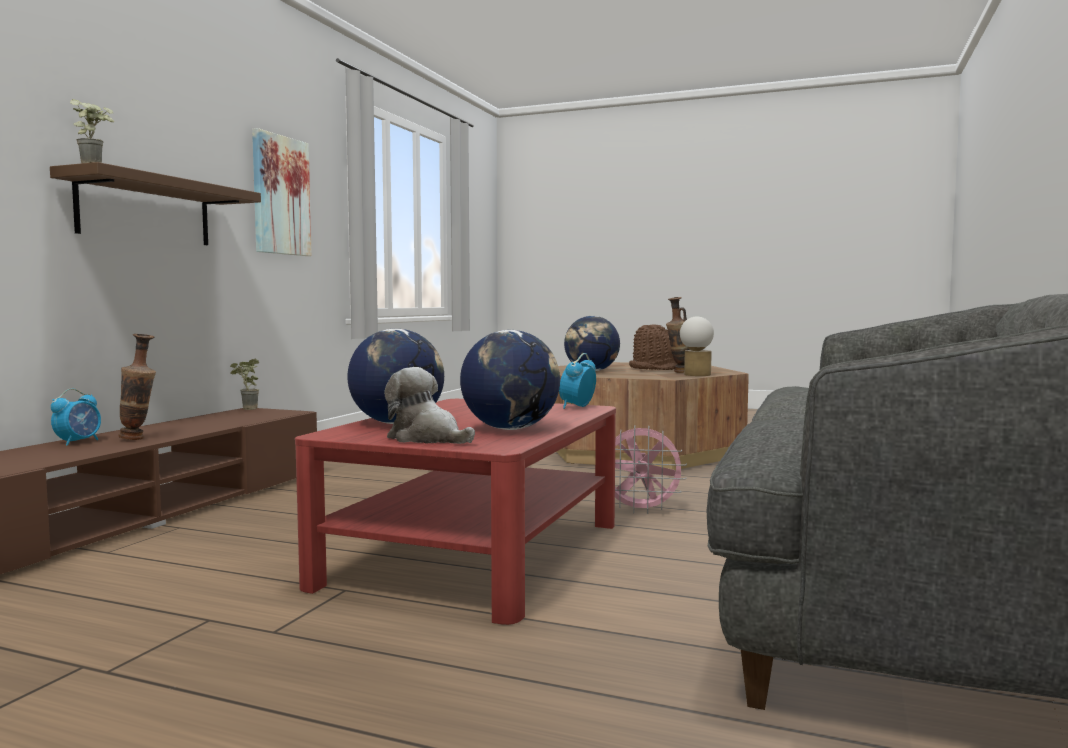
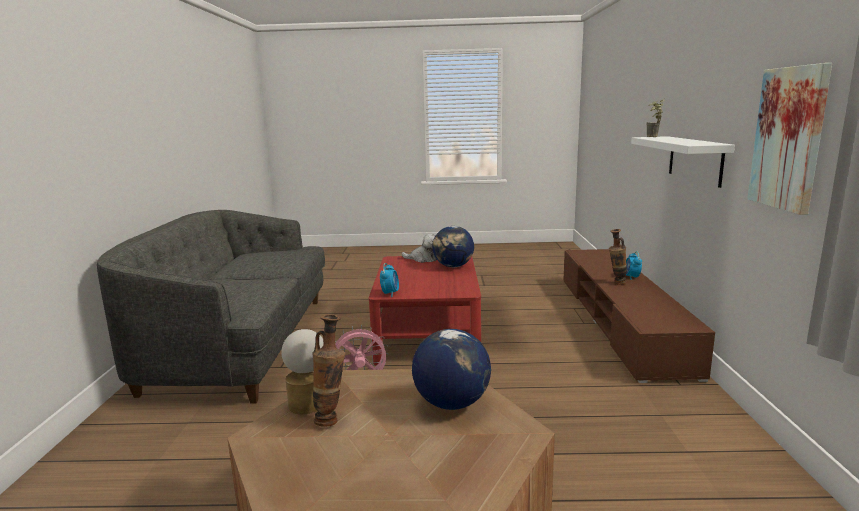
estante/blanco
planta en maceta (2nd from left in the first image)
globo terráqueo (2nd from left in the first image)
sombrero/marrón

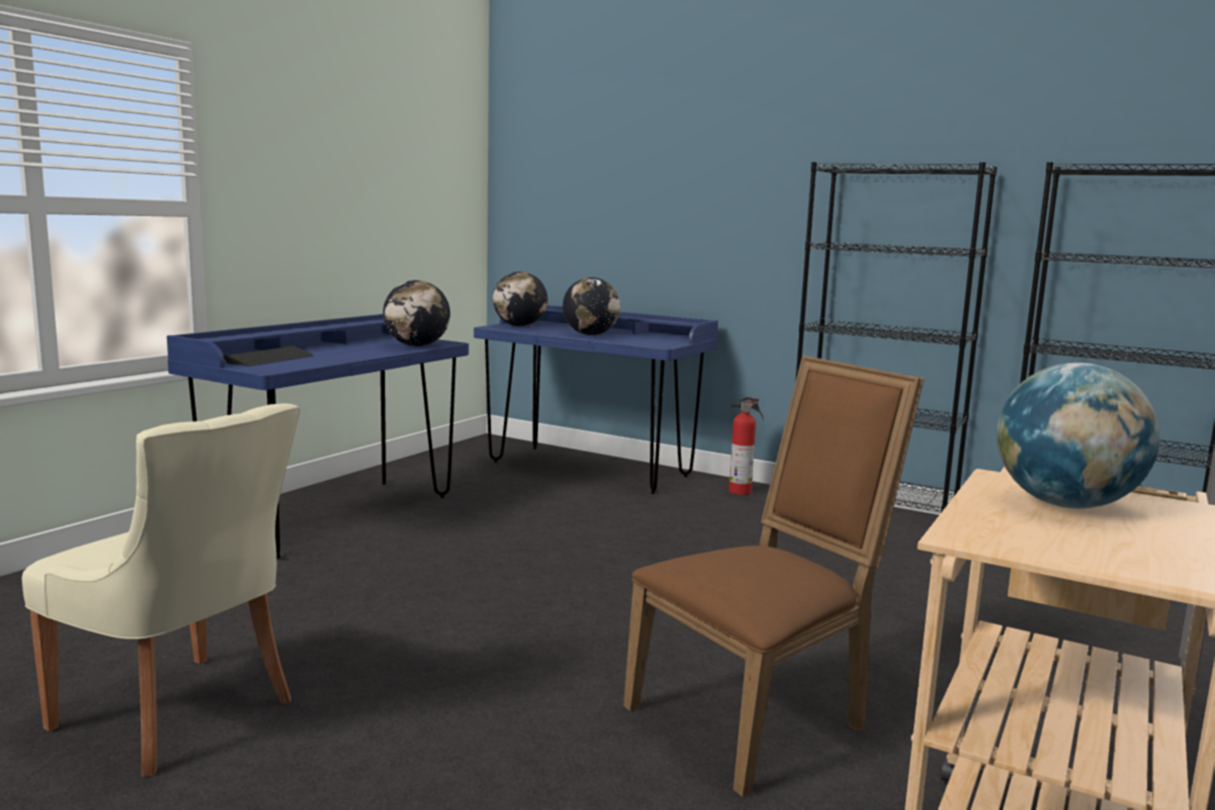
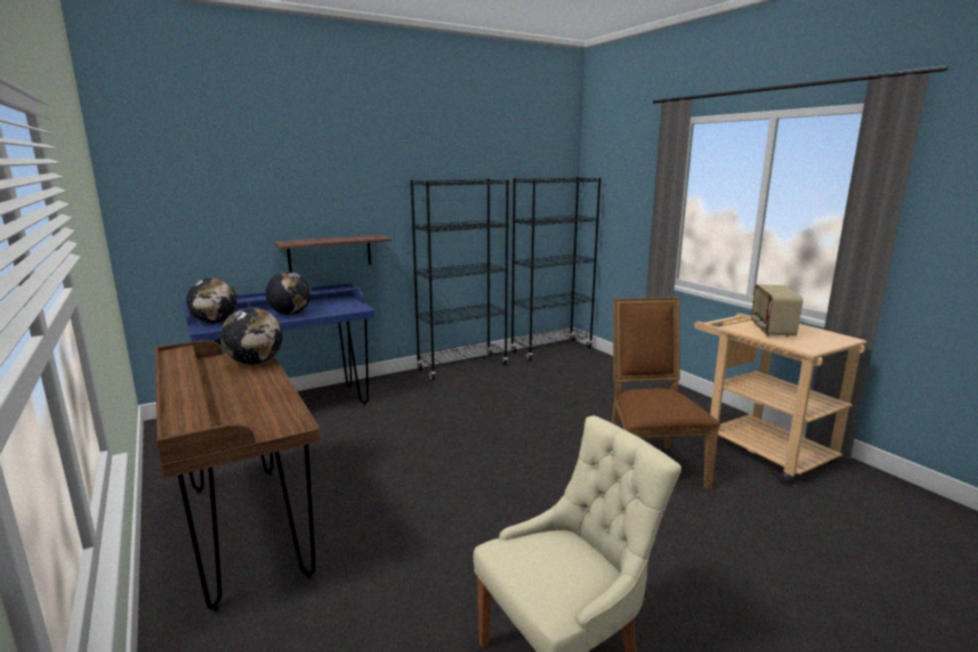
escritorio/marrón
estante
radio
teclado
extintor

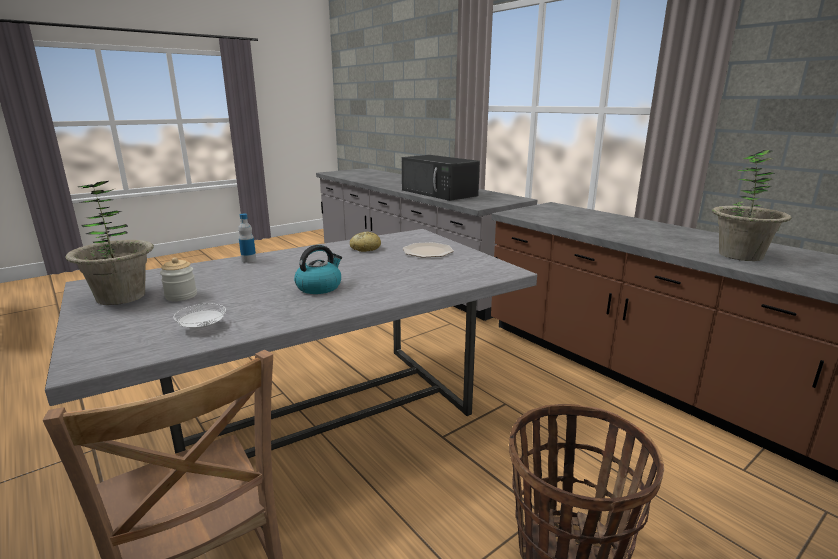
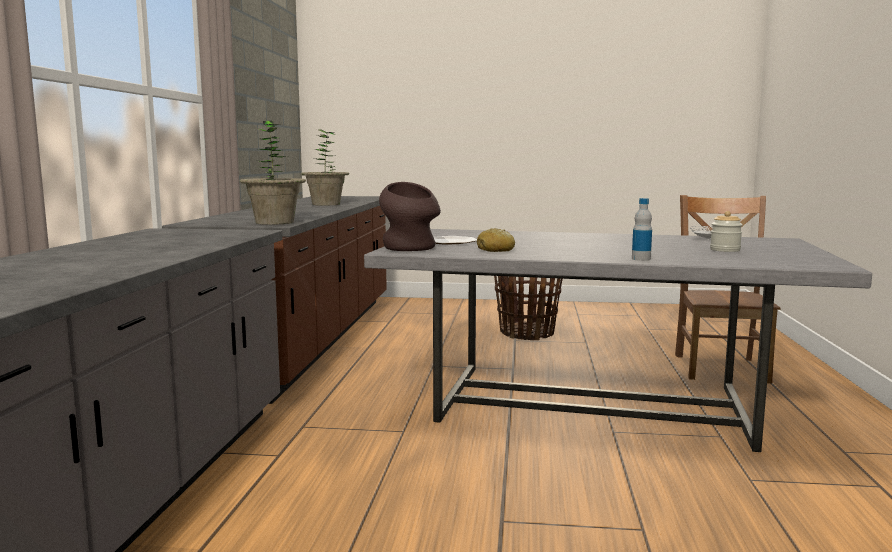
planta en maceta (1st from left)
florero/marrón
hervidor
microondas/negro

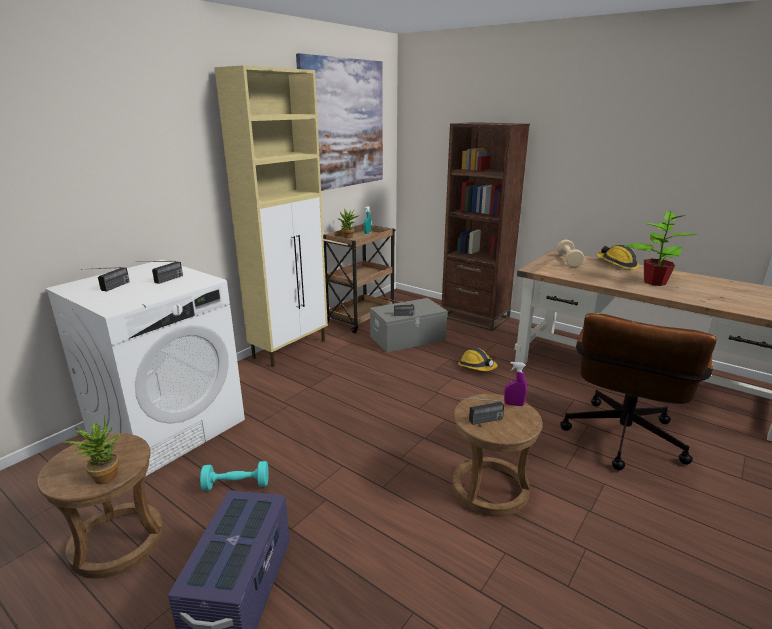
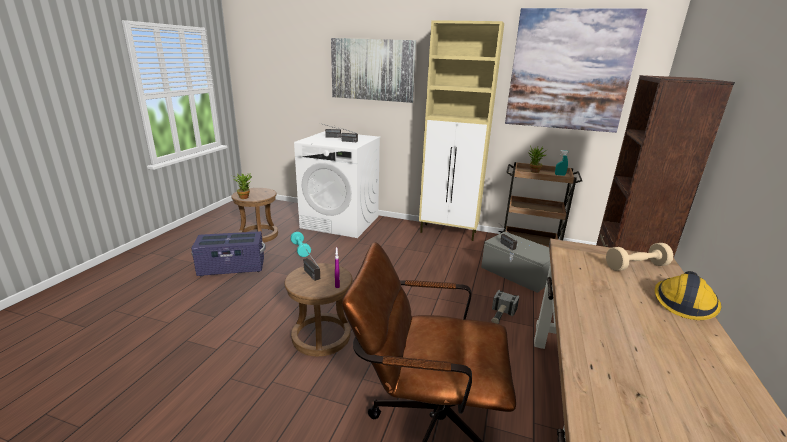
cuadro (1st from left)
martillo
planta en maceta (3rd from left in the first image)

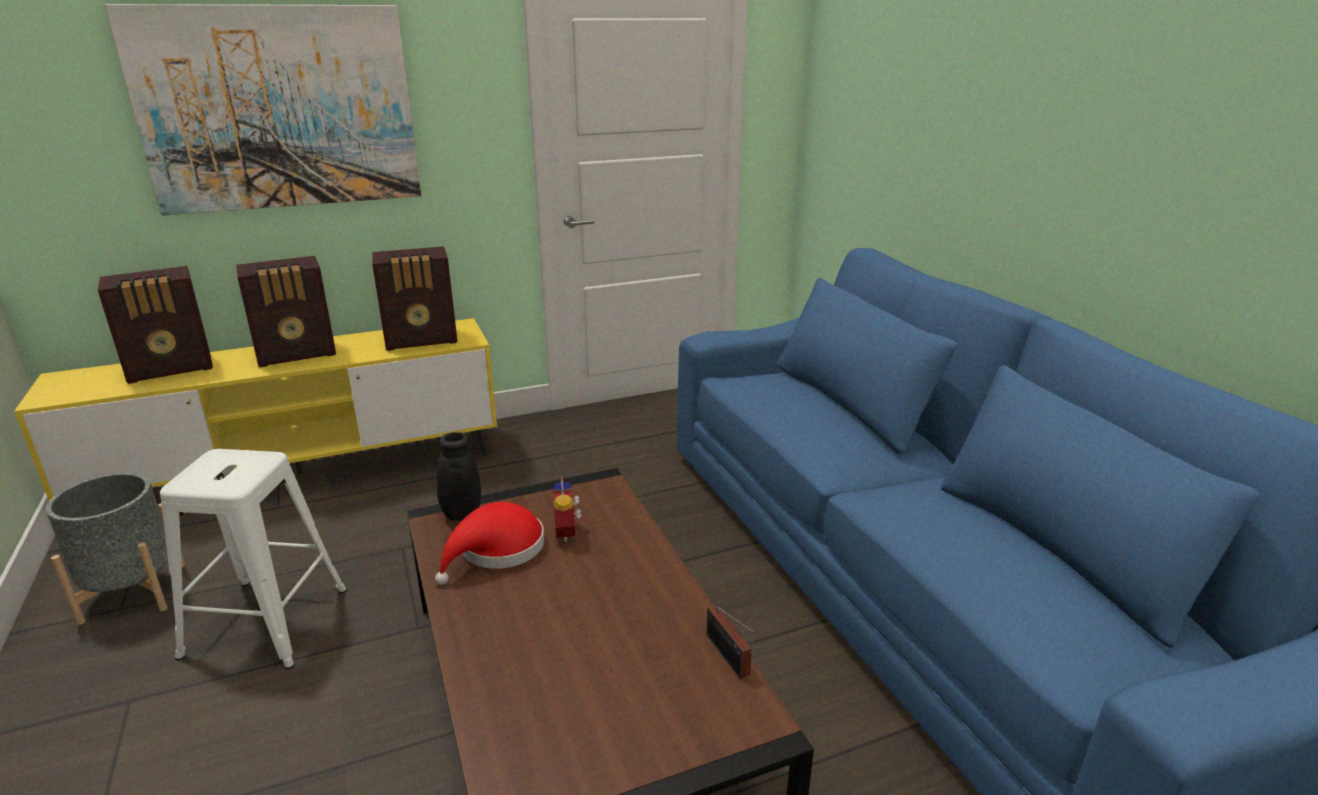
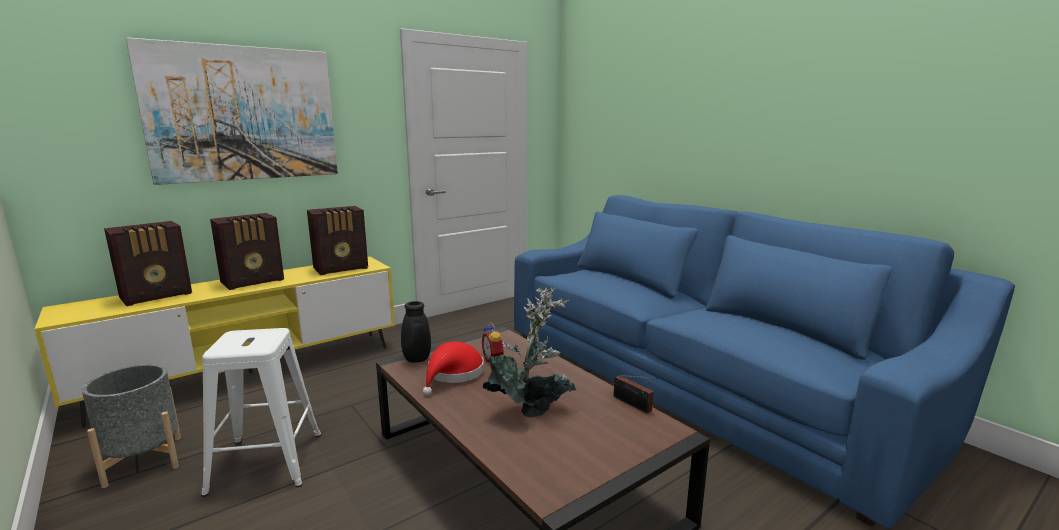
planta en maceta

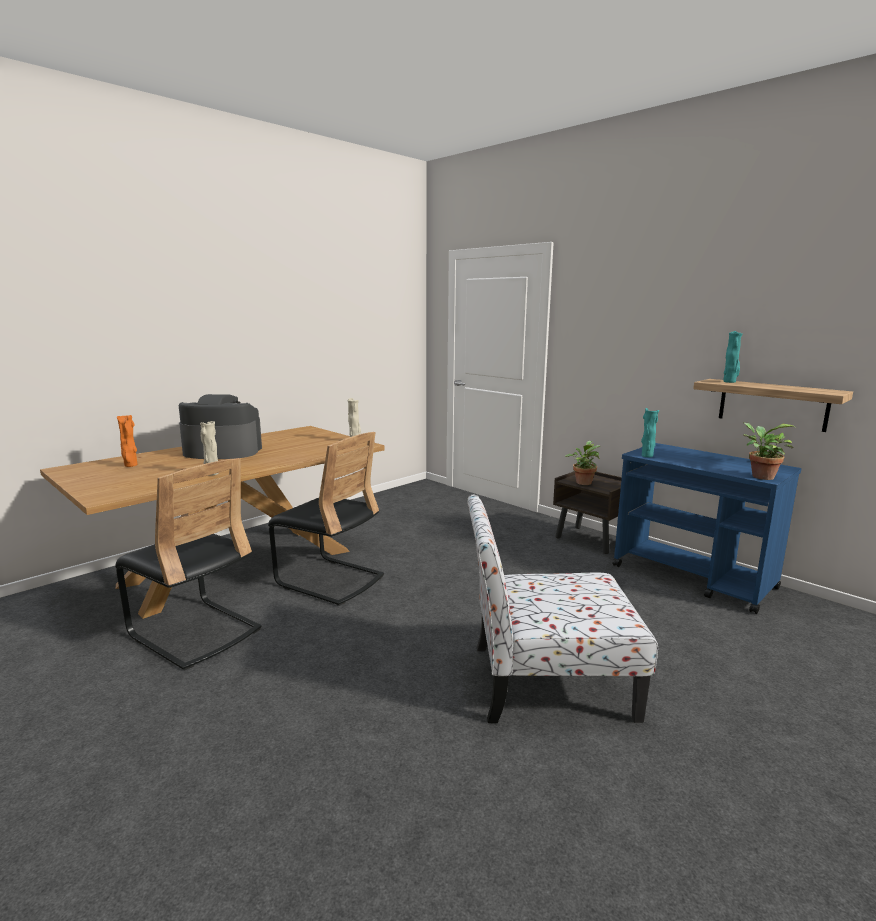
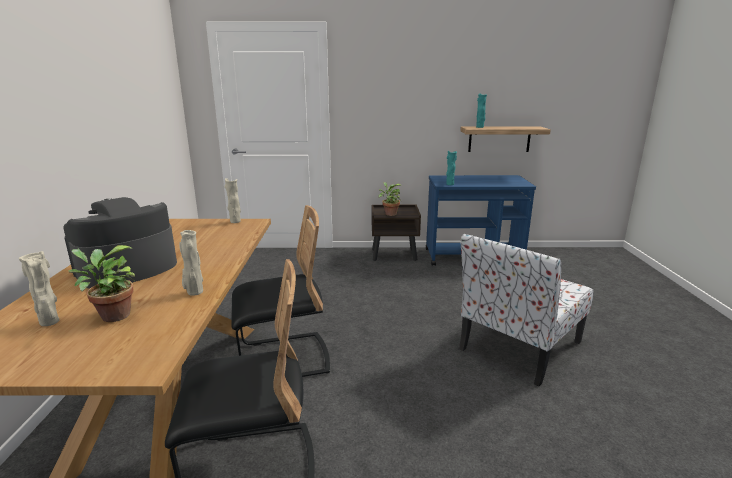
florero/beis (1st from left)
planta en maceta (1st from left)

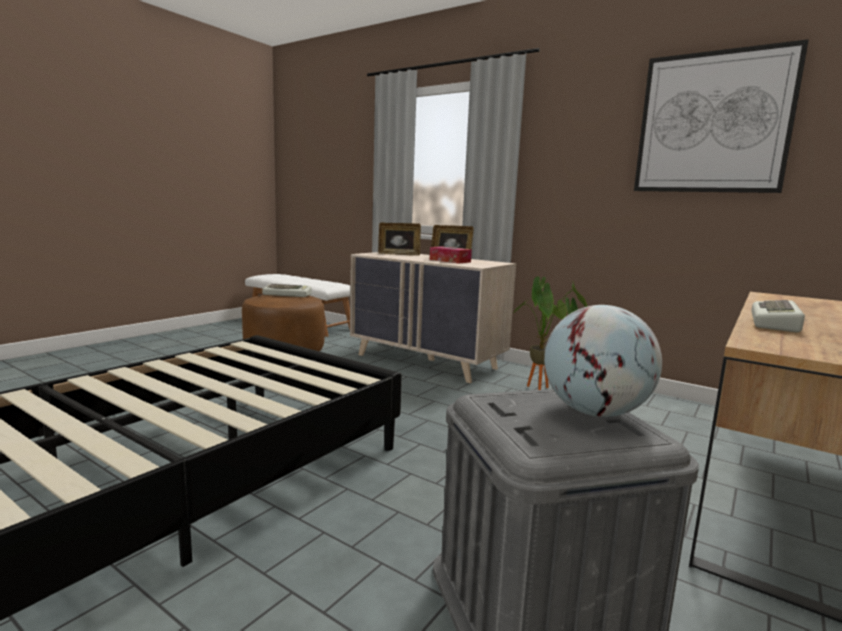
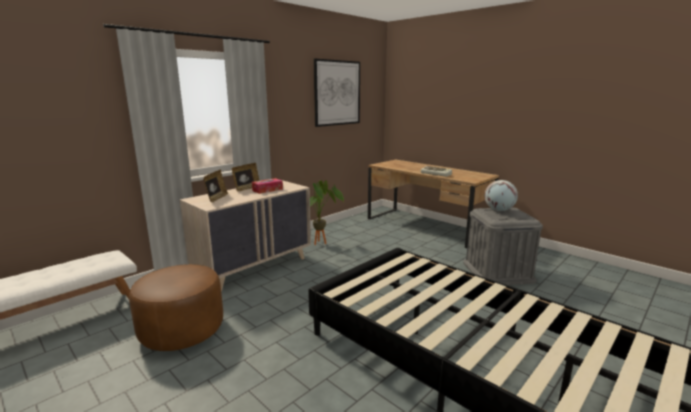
teclado (1st from left in the first image)

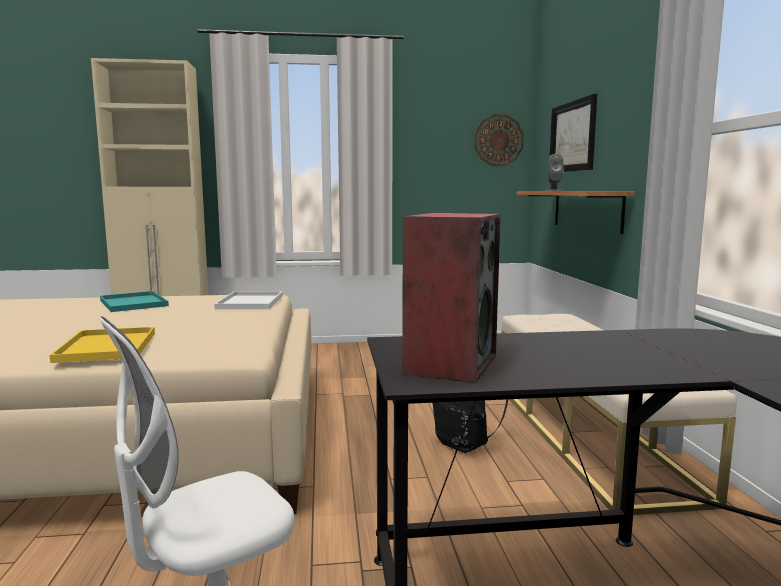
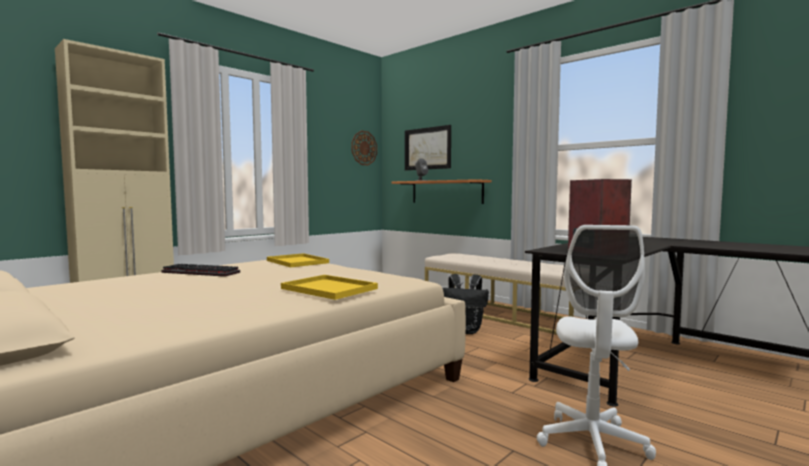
teclado
bandeja/amarillo (1st from left)

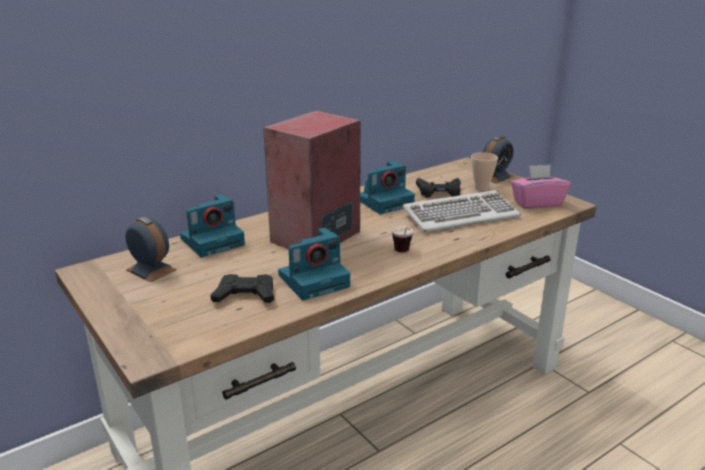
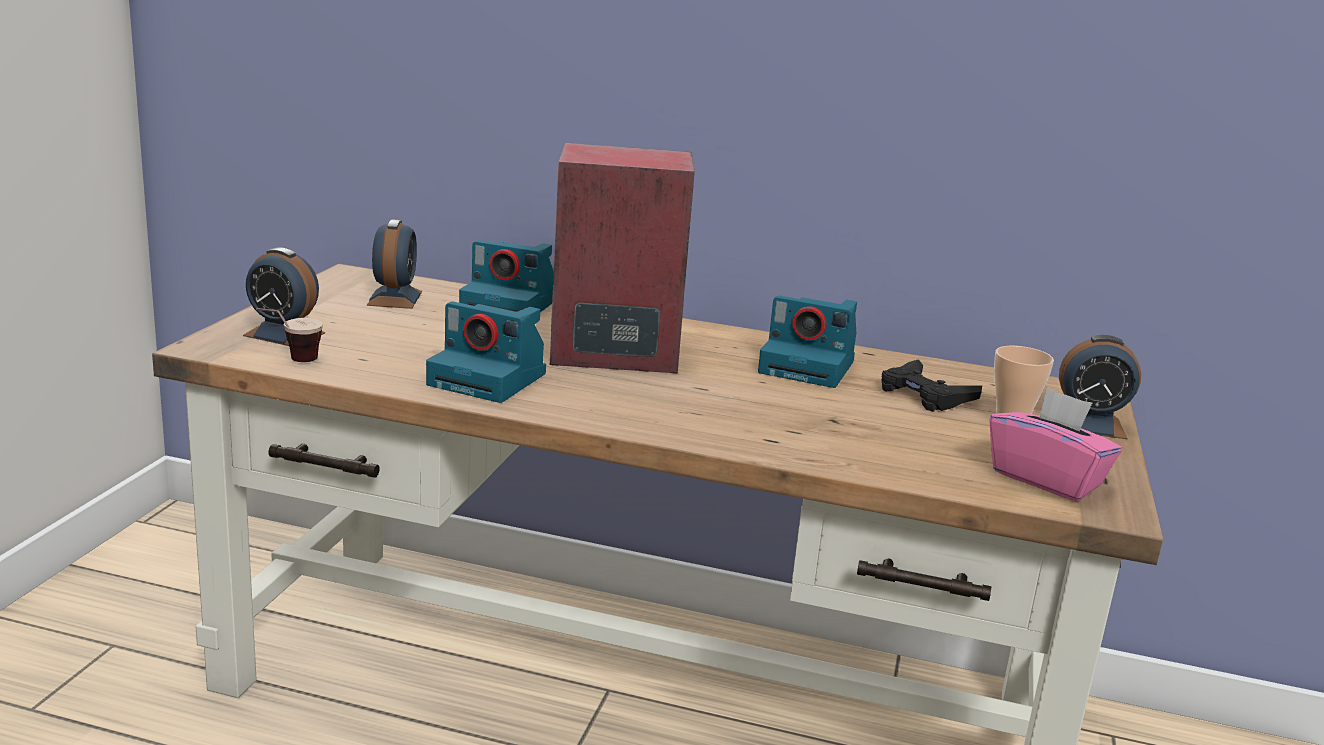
despertador (1st from left)
taza (1st from left)
mando de consola/negro (1st from left in the first image)
teclado

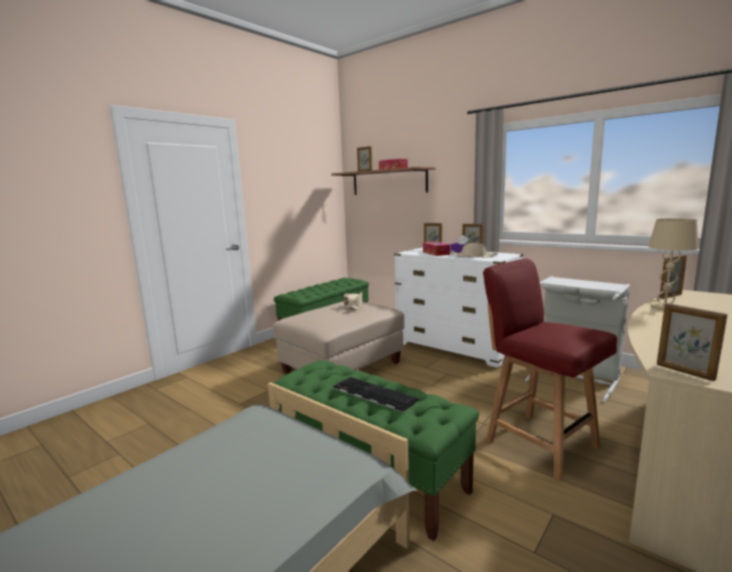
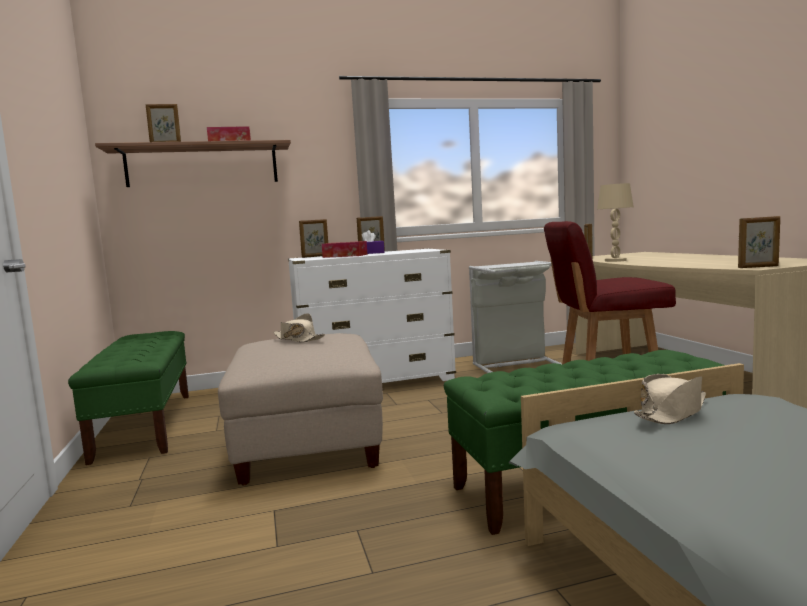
sombrero/beis (2nd from left)
teclado

